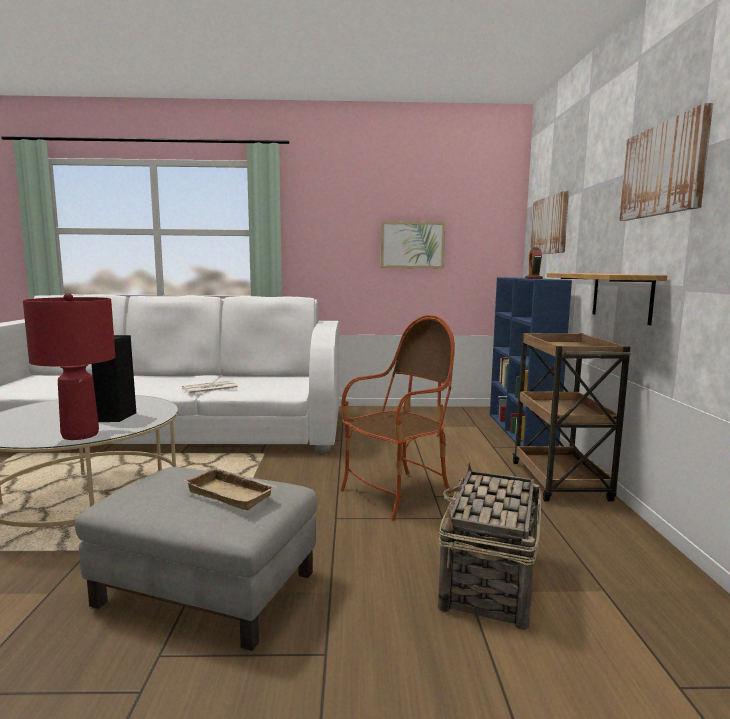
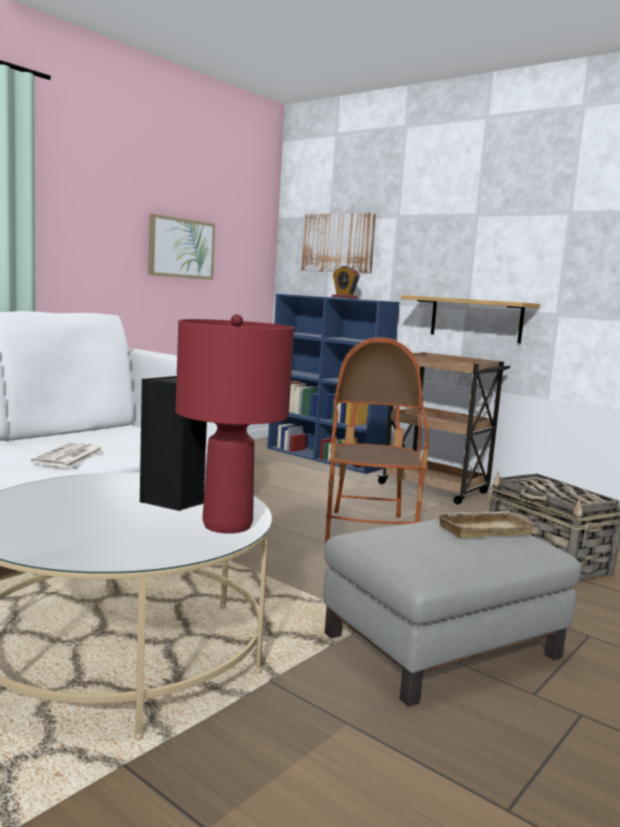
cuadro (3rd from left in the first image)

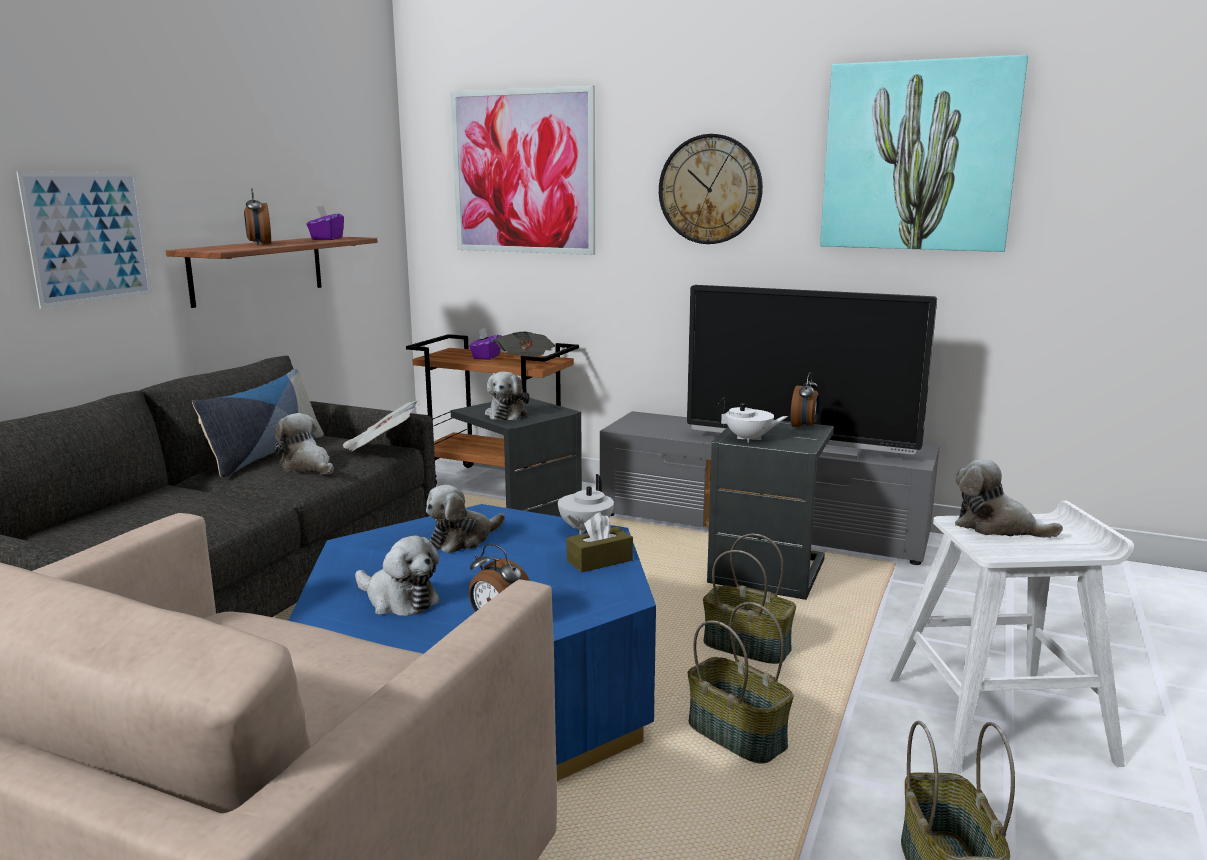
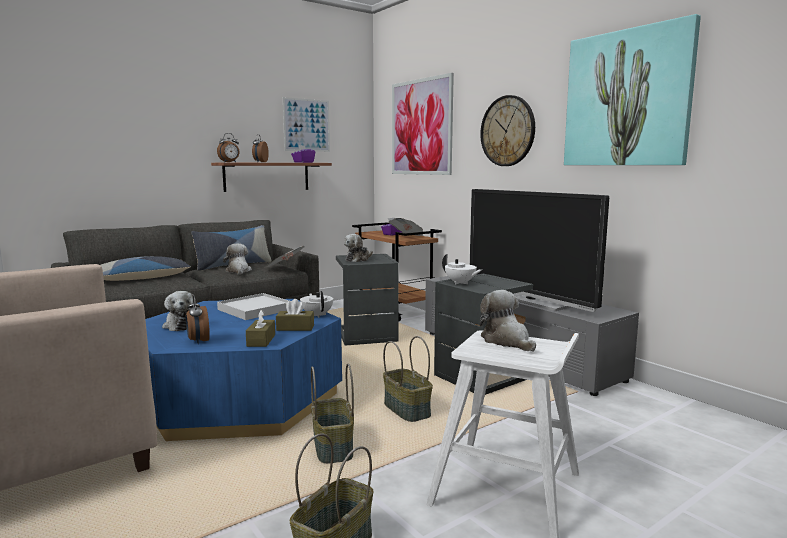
cojín (1st from left)
despertador (2nd from left)
bandeja/blanco
caja de pañuelos/marrón (1st from left)
cuadro (1st from left)
tetera/blanco (1st from left)

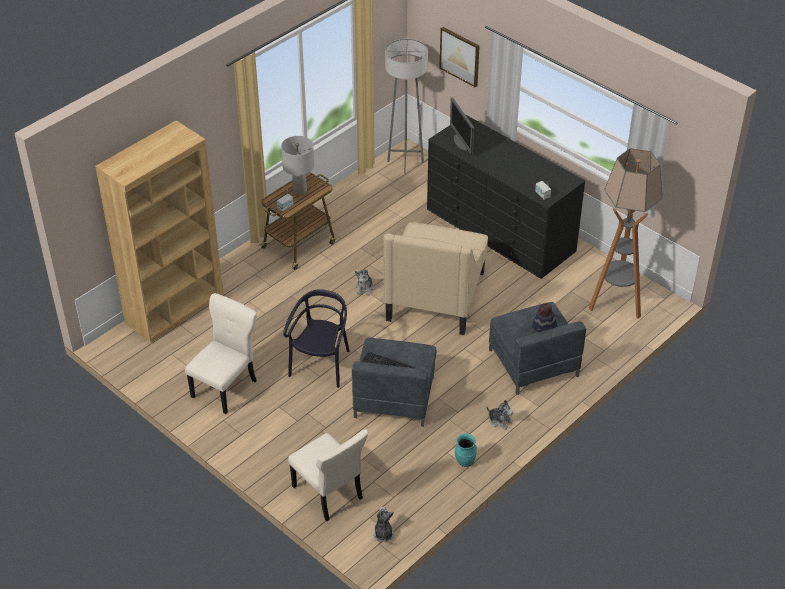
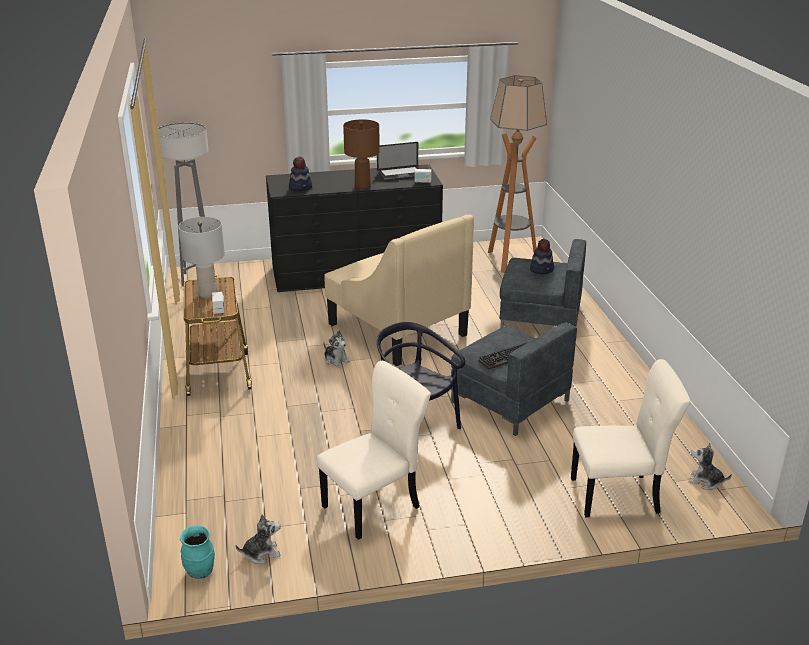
florero/turquesa
peluche (1st from left)
sombrero (1st from left)
silla/beis (1st from left)
lámpara de mesa/marrón
portátil
estantería/marrón
cuadro

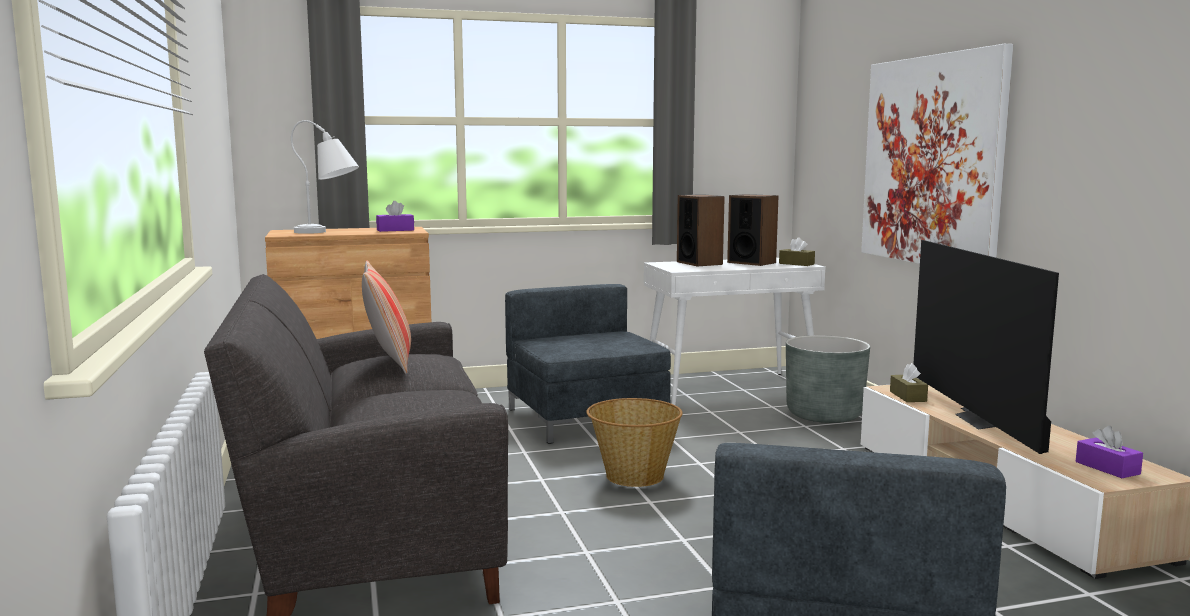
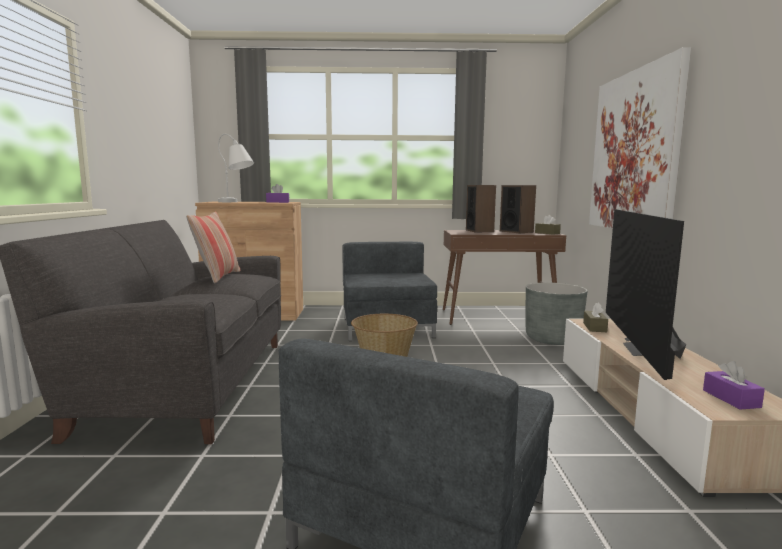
mesa consola/marrón

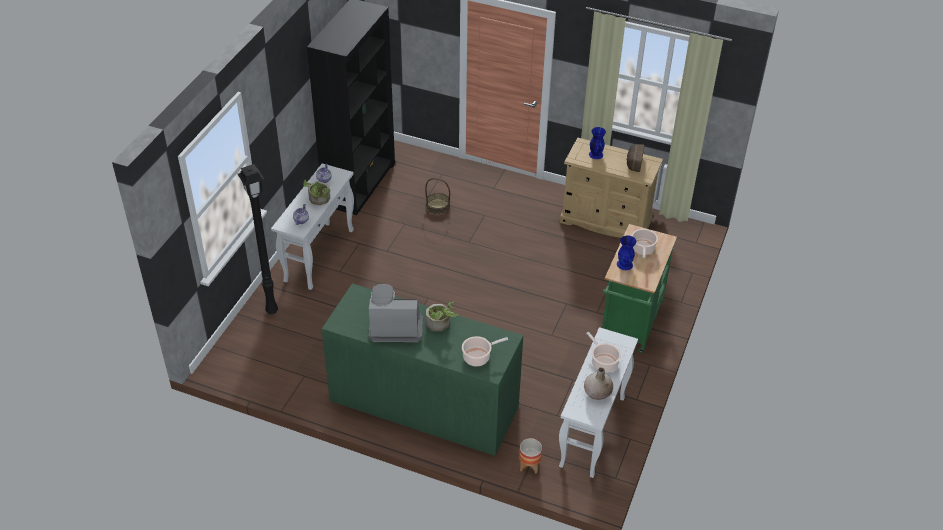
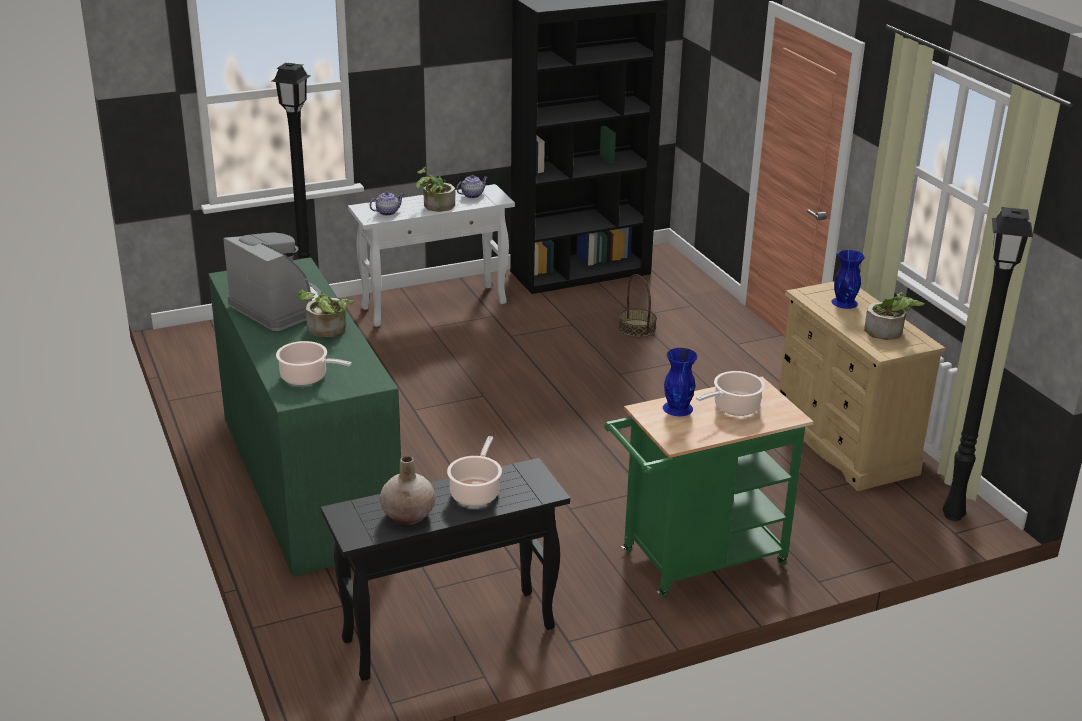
mesa consola/negro
planta en maceta (3rd from left)
lámpara de pie/negro (2nd from left)
maceta

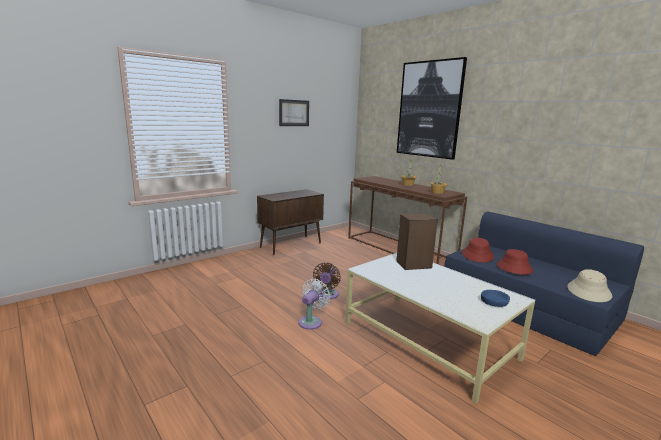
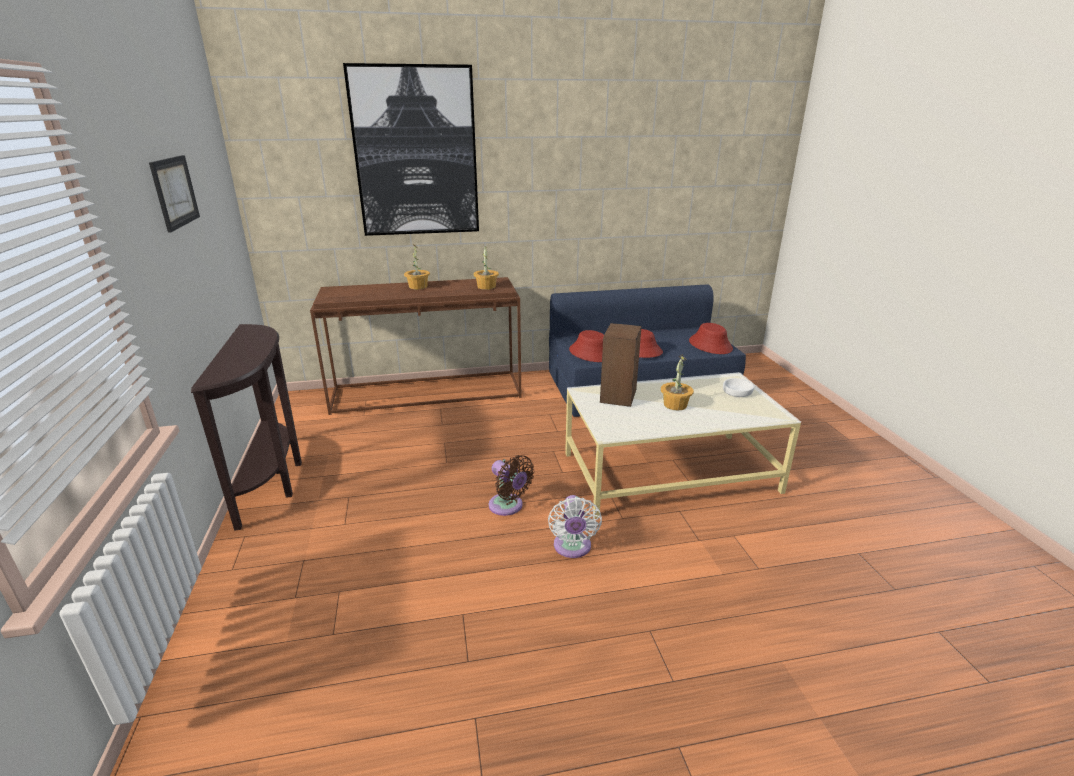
mesa consola/marrón (1st from left)
ventilador/blanco
planta en maceta (3rd from left)
sombrero/rojo (3rd from left)
cuenco/blanco

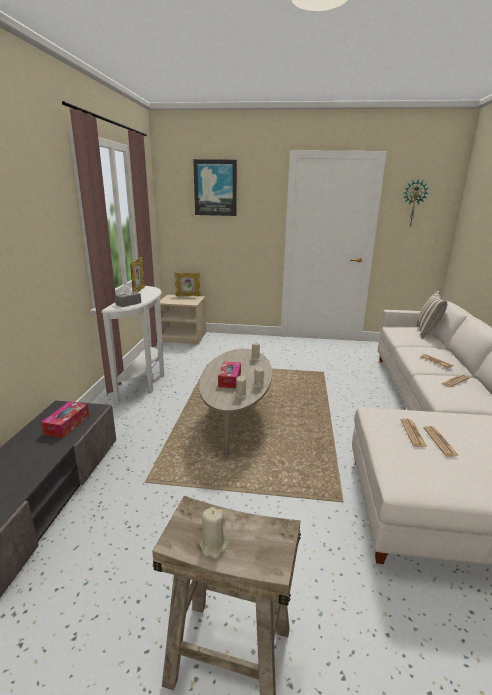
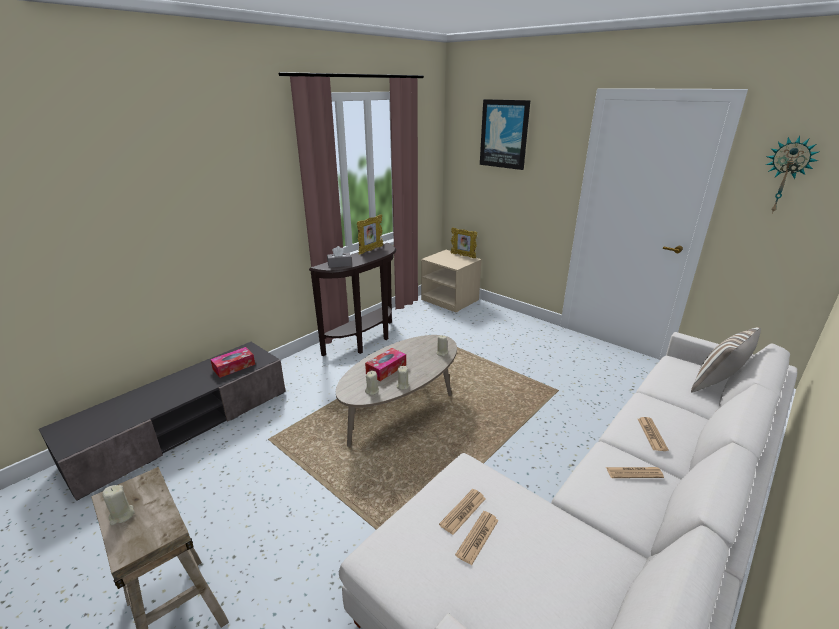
mesa consola/marrón

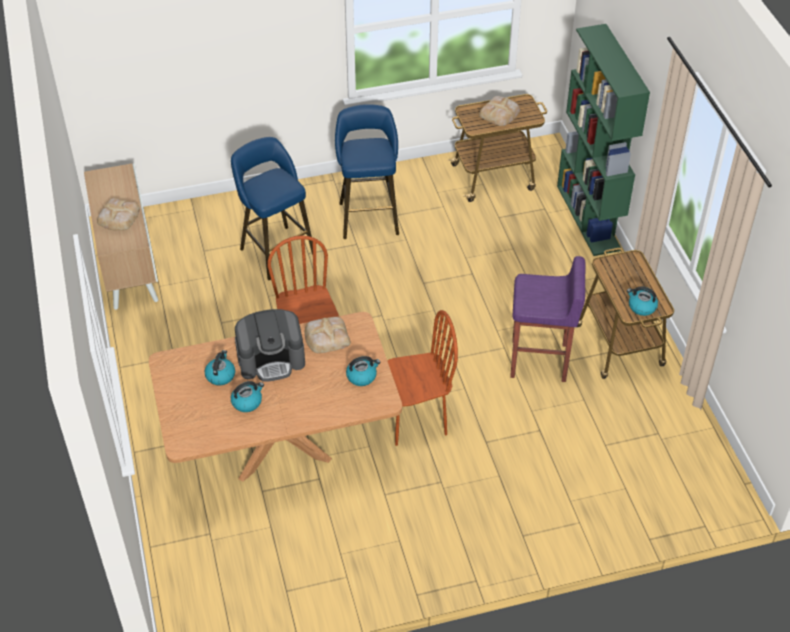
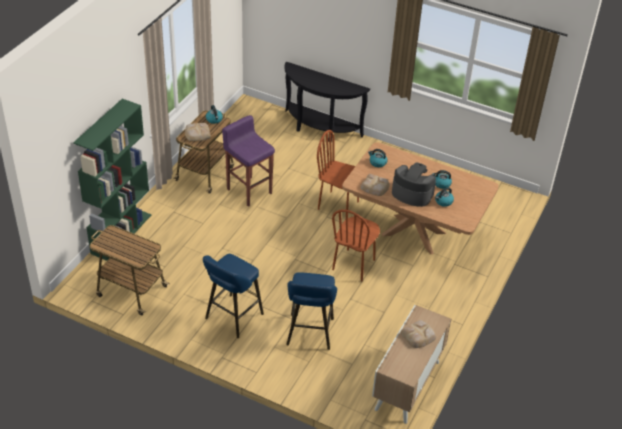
pan (1st from left)
mesa consola/negro

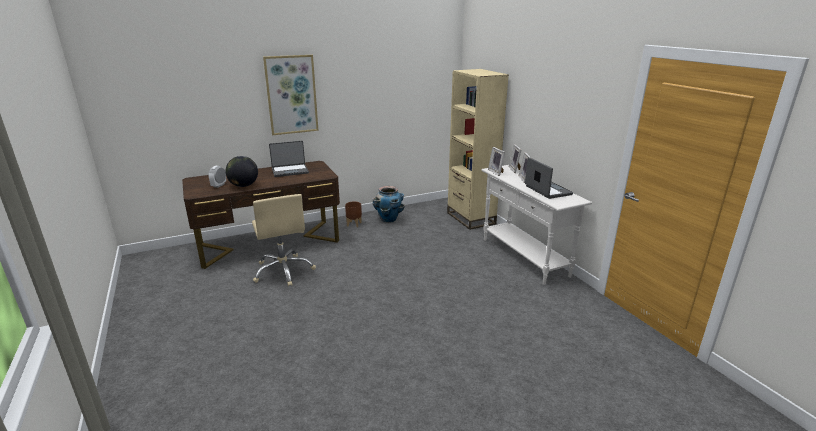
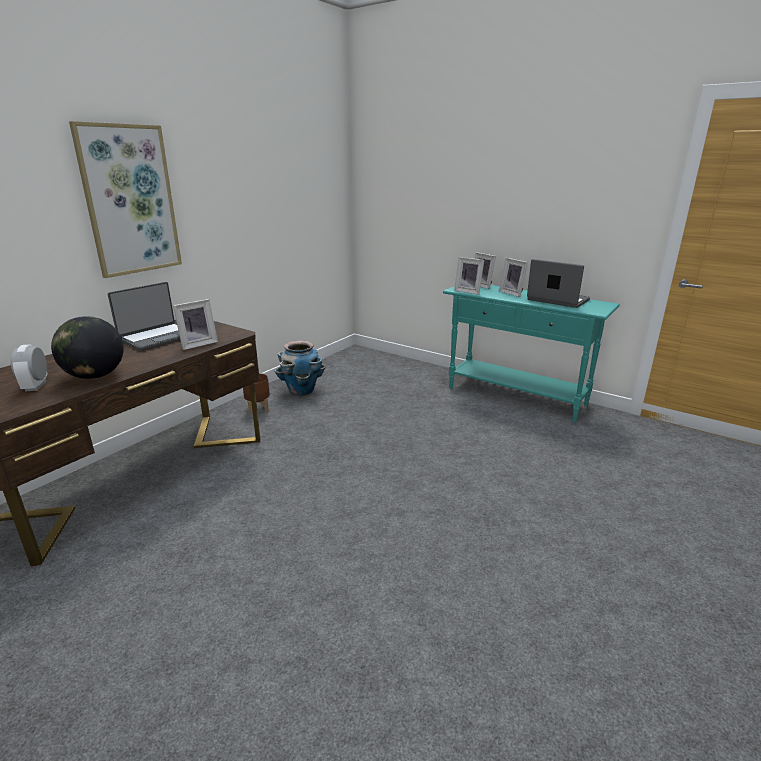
portarretratos (1st from left)
mesa consola/turquesa
silla de oficina/beis
estantería/beis

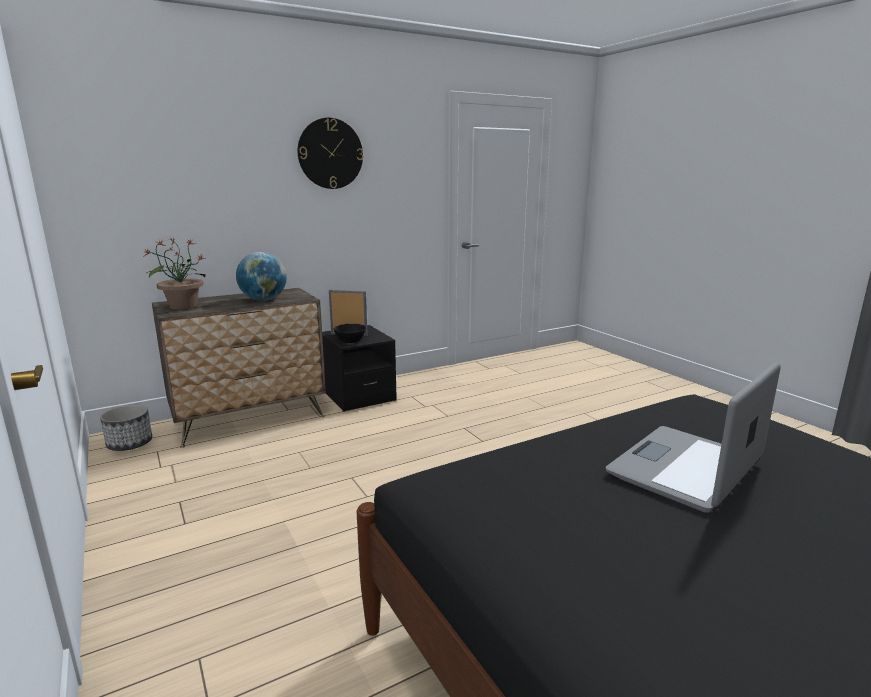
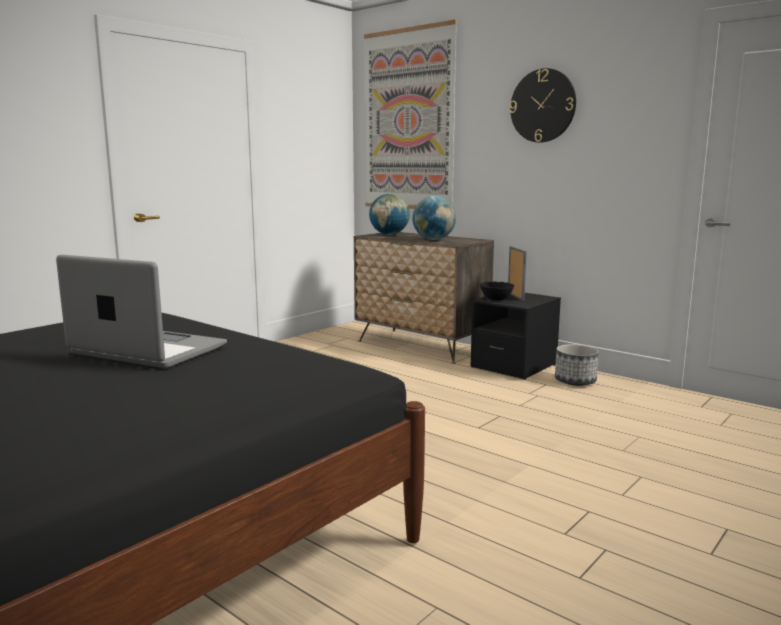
cuadro
globo terráqueo (1st from left)
maceta

